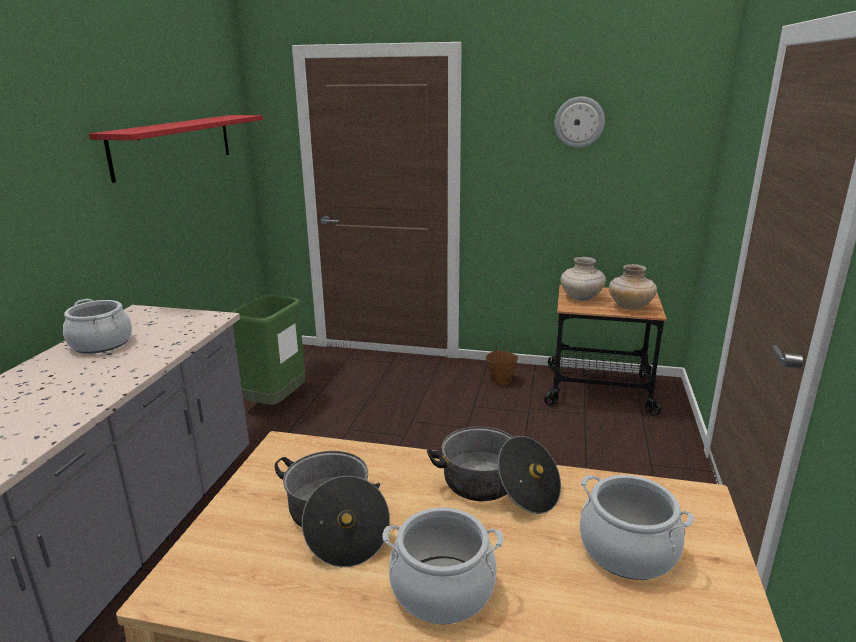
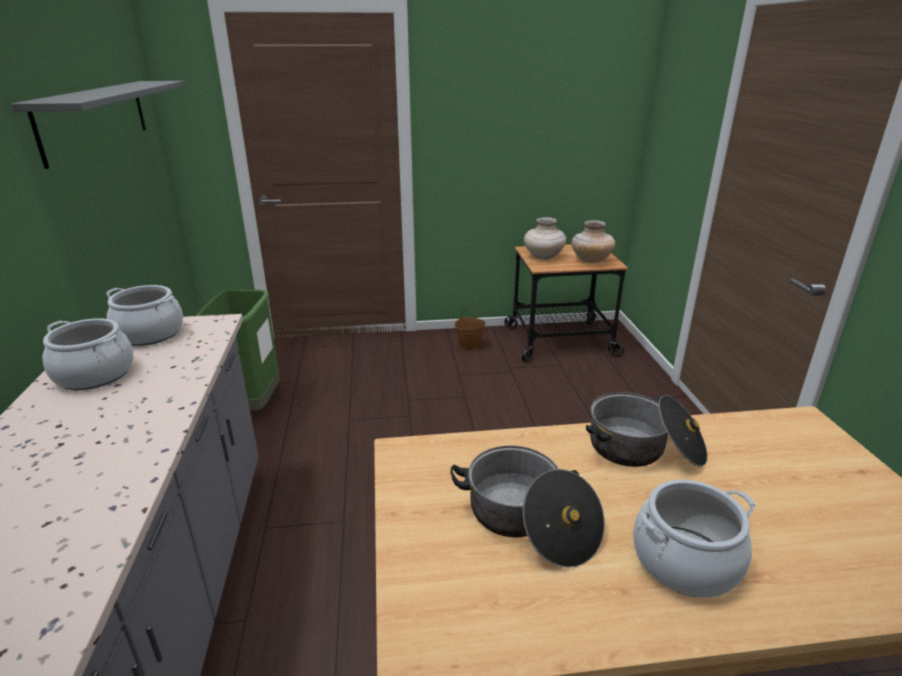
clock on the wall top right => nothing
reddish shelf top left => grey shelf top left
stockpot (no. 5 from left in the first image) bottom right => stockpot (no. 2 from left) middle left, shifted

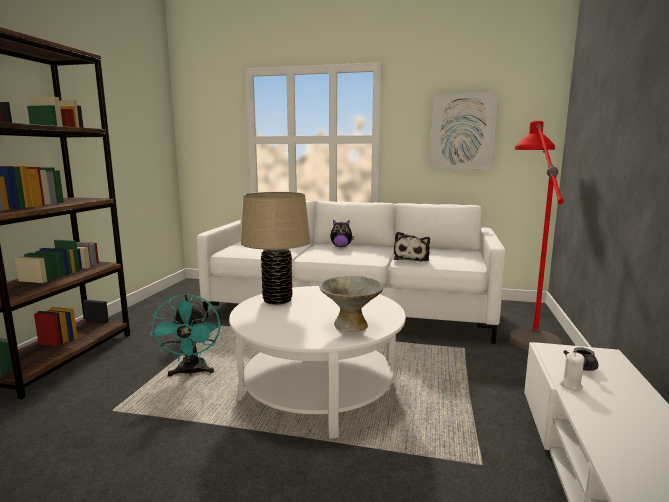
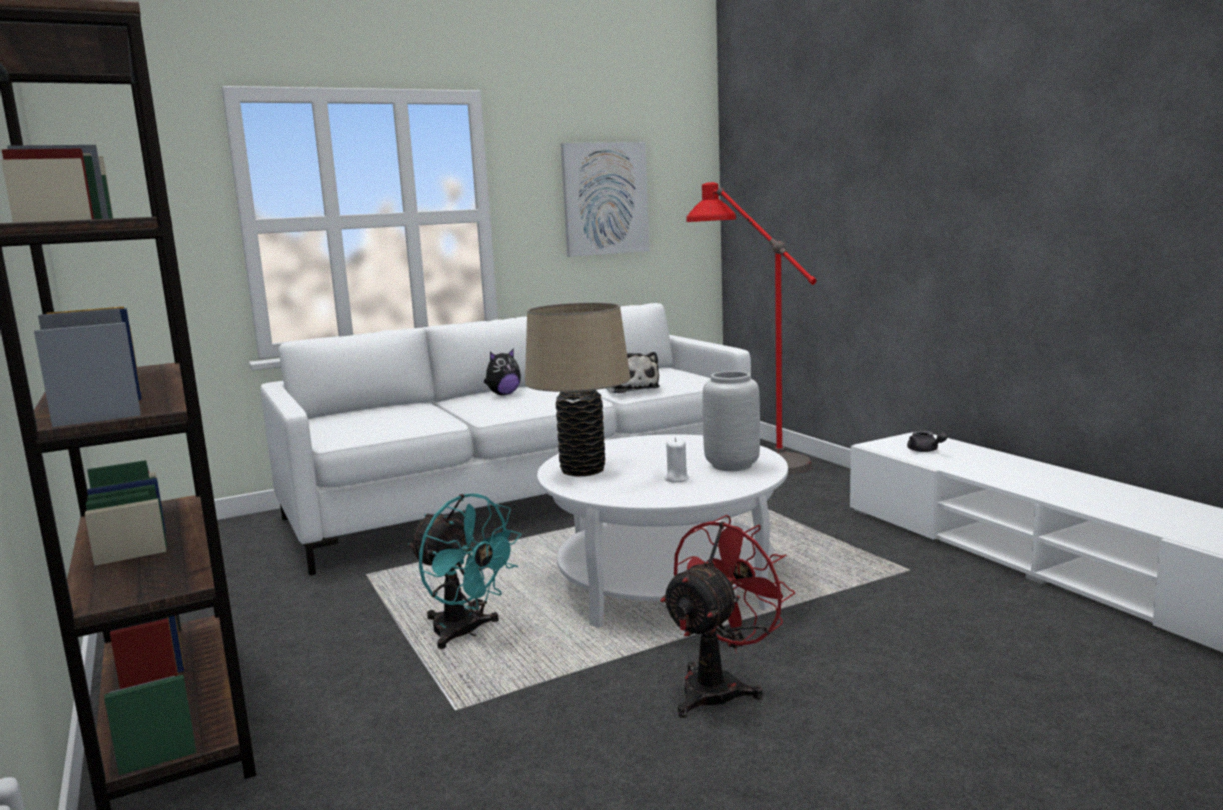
grey bowl centre => grey flower vase centre
white wax light bottom right => white wax light centre, shifted
nothing => reddish cooling fan bottom centre

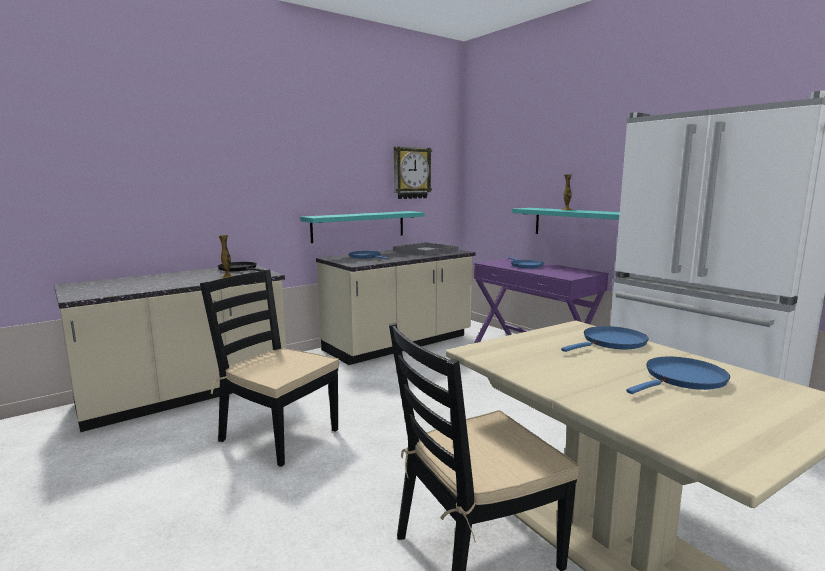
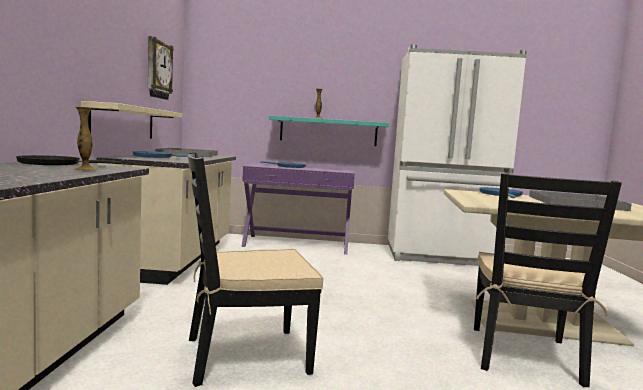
turquoise-coloured shelf (no. 1 from left) centre => sand-coloured shelf top left
bluish pan (no. 4 from left) middle right => grey serving tray (no. 2 from left) middle right

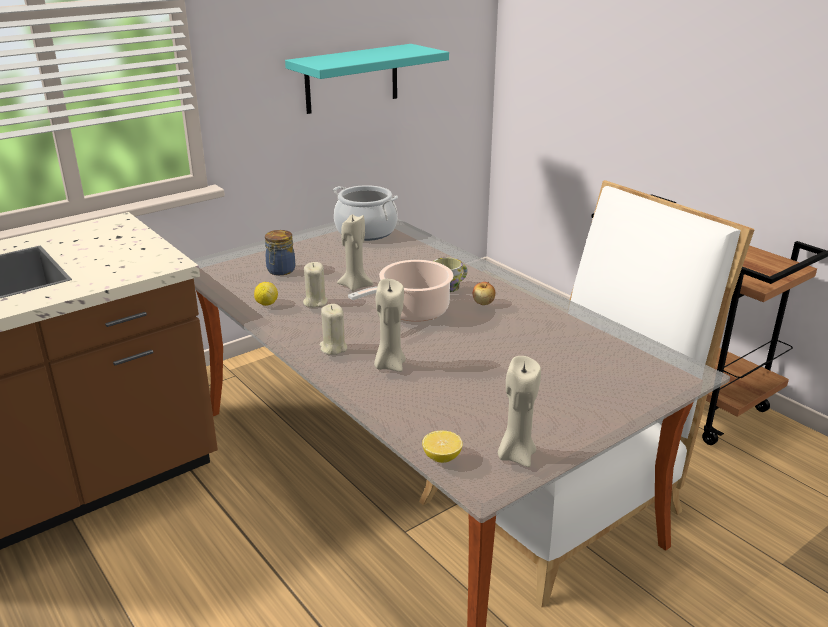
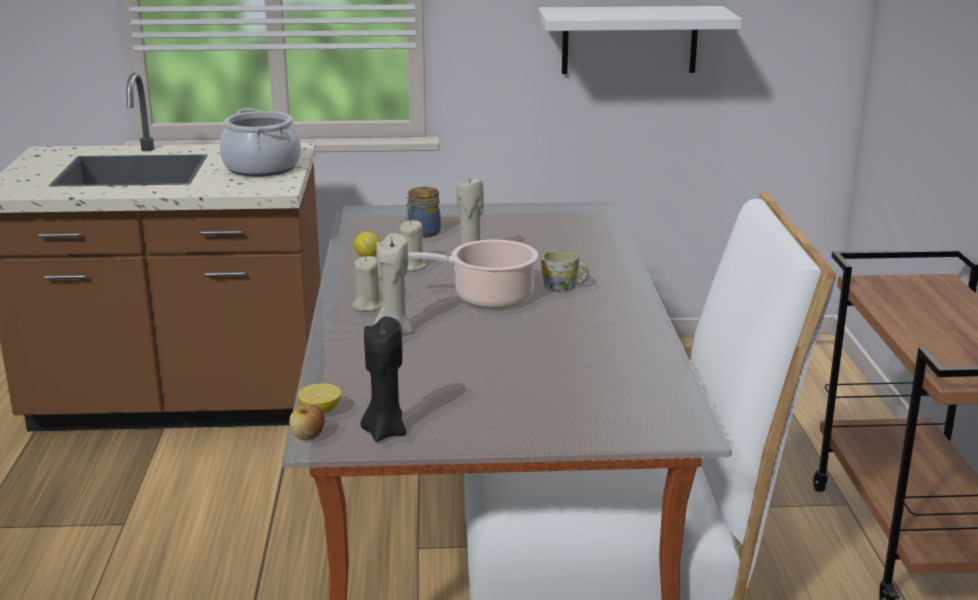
turquoise-coloured shelf top centre => white shelf top centre
stockpot (no. 1 from left) centre => stockpot (no. 1 from left) top left, shifted
whole apple centre => whole apple bottom left, shifted
sand-coloured wax light (no. 5 from left) centre => black wax light centre

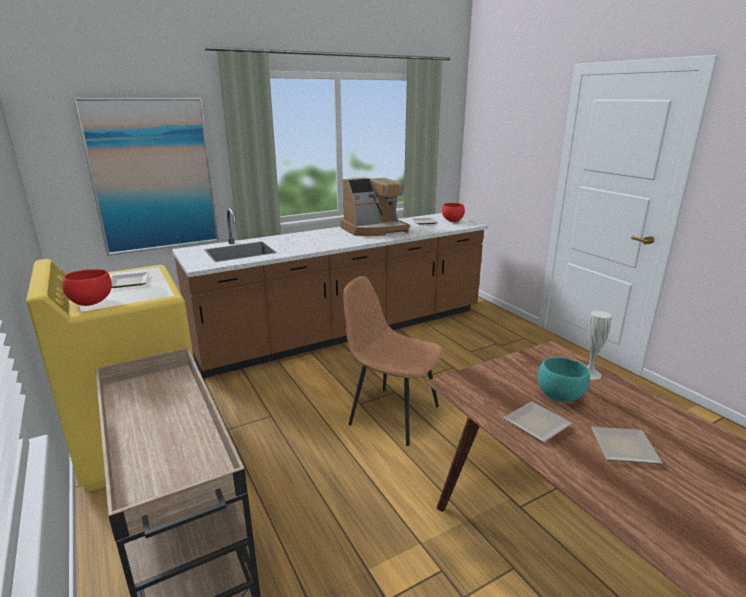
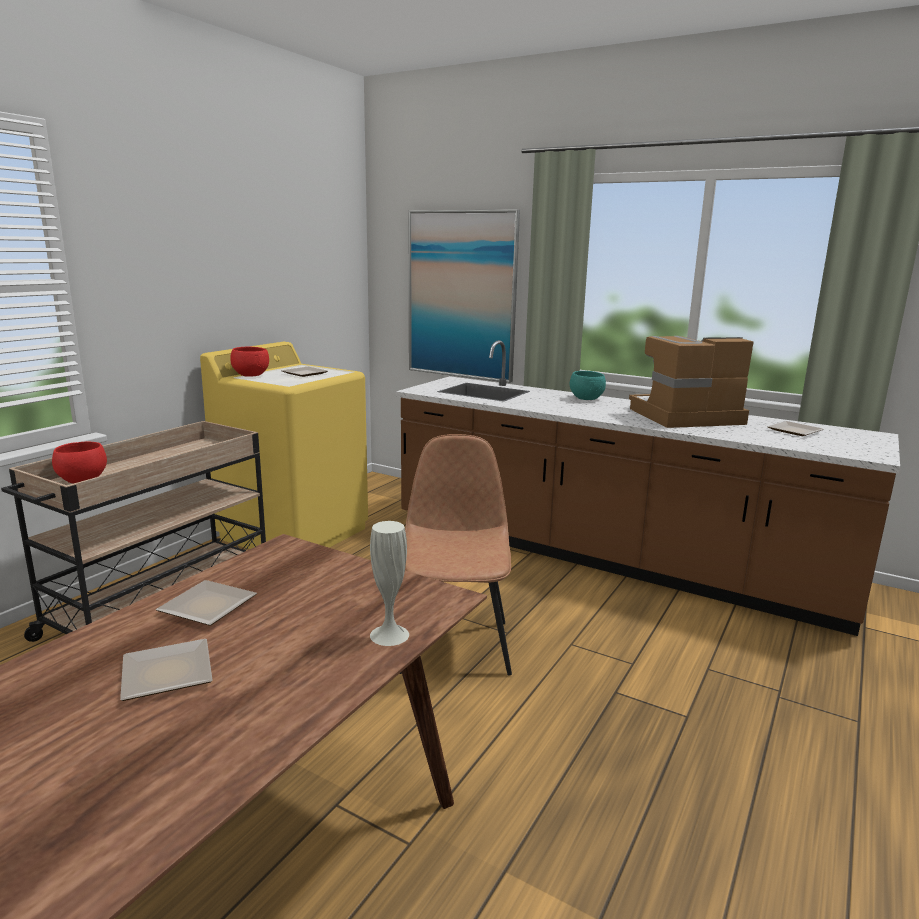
coffee brewer centre => coffee brewer middle right, 135 degrees clockwise
reddish bowl (no. 2 from left in the first image) centre => reddish bowl (no. 1 from left) middle left, shifted
turquoise-coloured bowl middle right => turquoise-coloured bowl centre, shifted

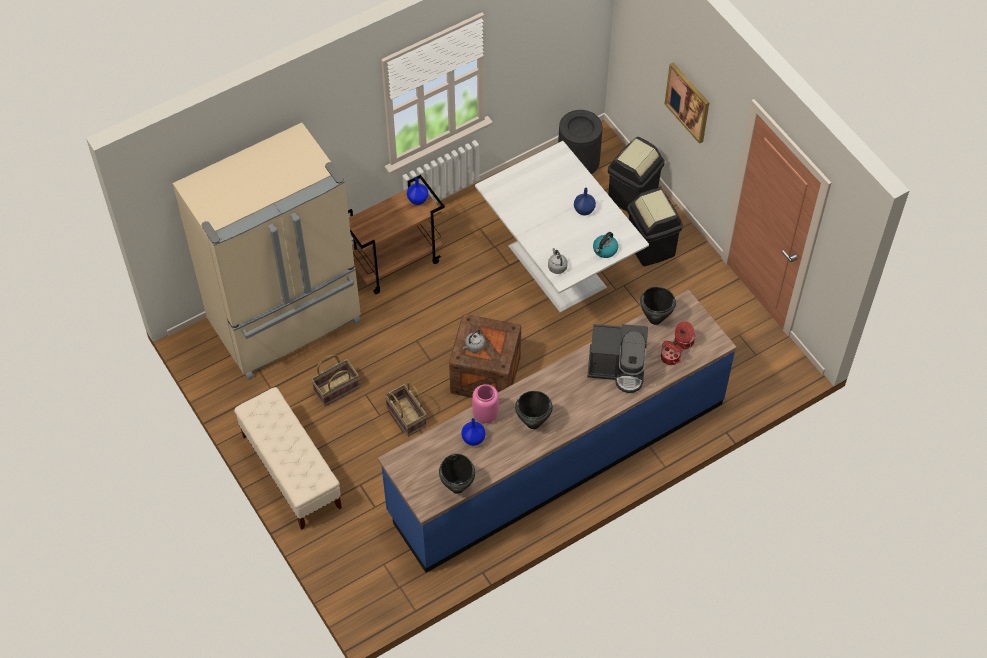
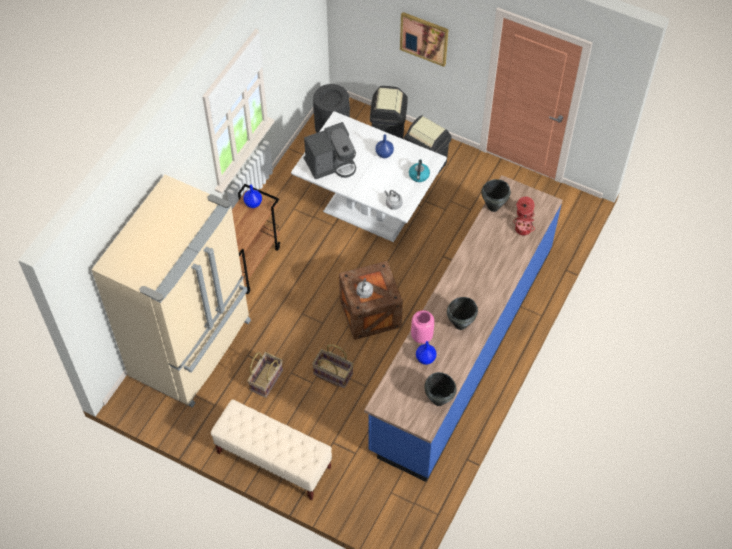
coffee brewer centre => coffee brewer top centre, shifted

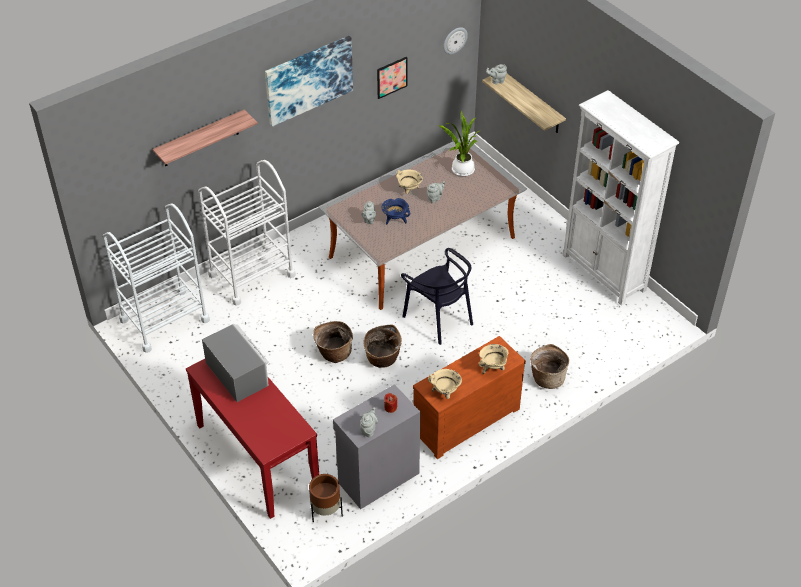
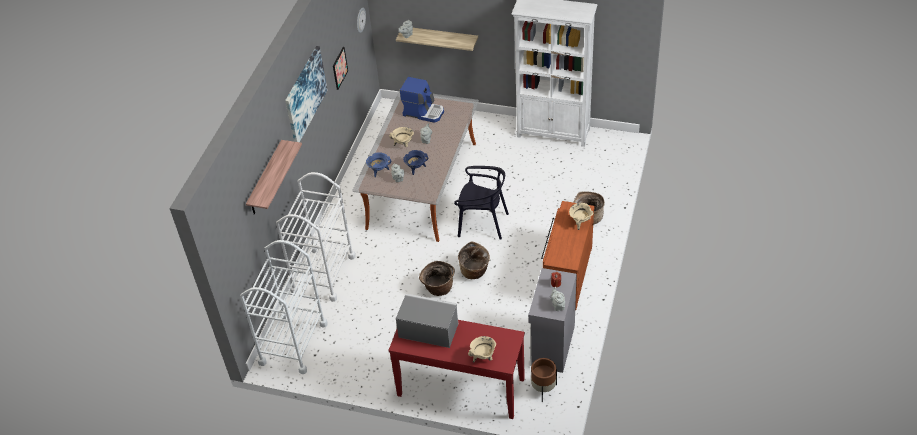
plant in a pot top centre => coffee brewer top centre
sand-coloured stockpot (no. 2 from left) centre => sand-coloured stockpot (no. 2 from left) bottom centre, shifted
nothing => bluish stockpot (no. 1 from left) centre

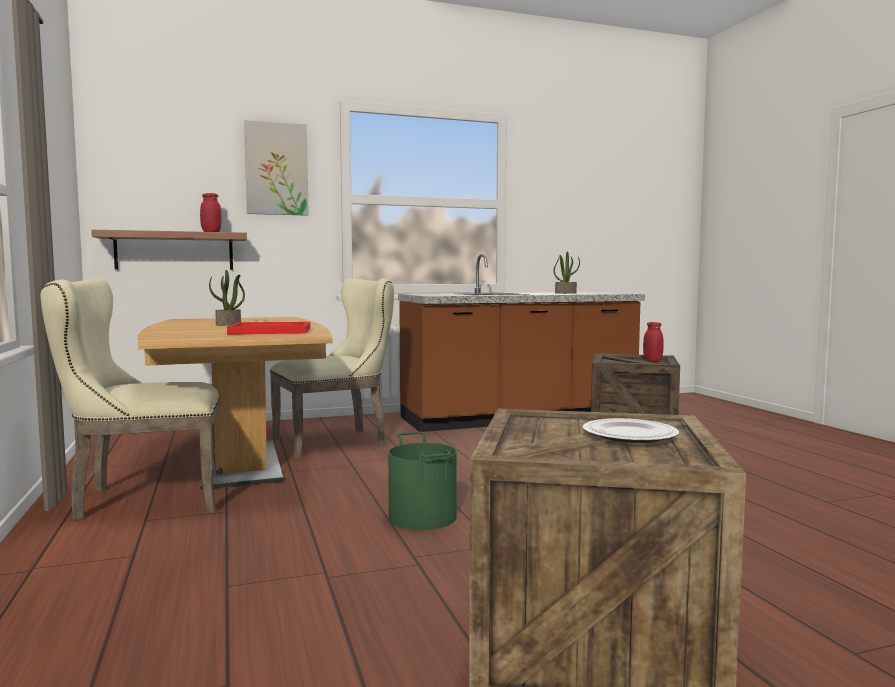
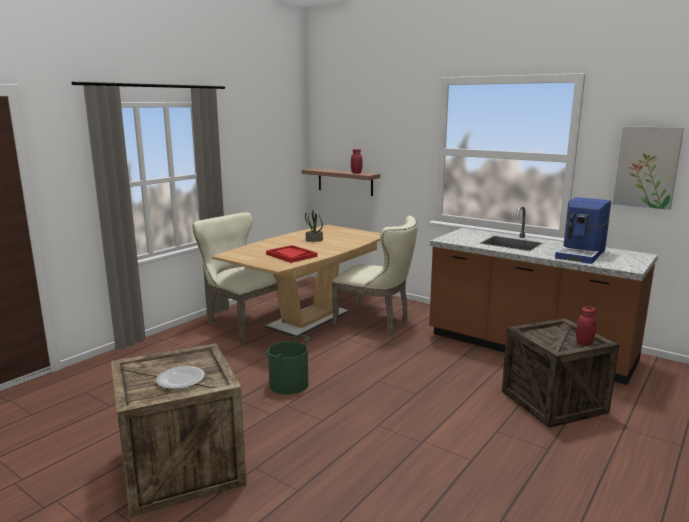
wall art top left => wall art top right, shifted
plant in a pot (no. 2 from left) centre => coffee brewer middle right

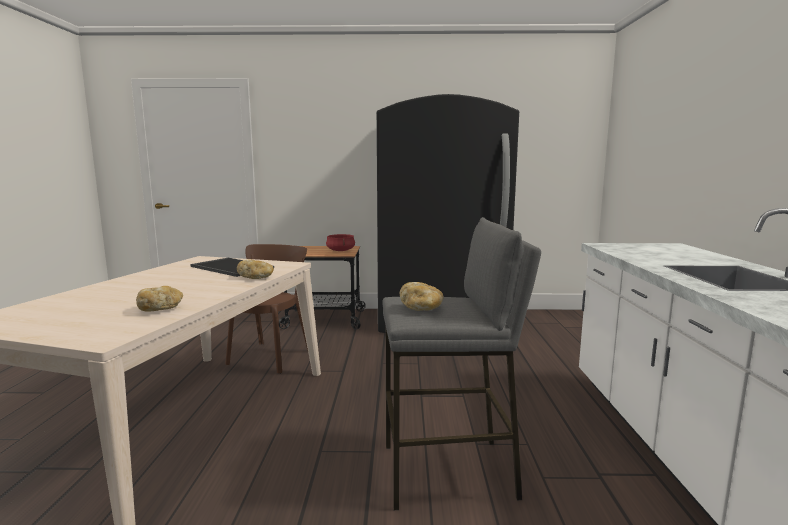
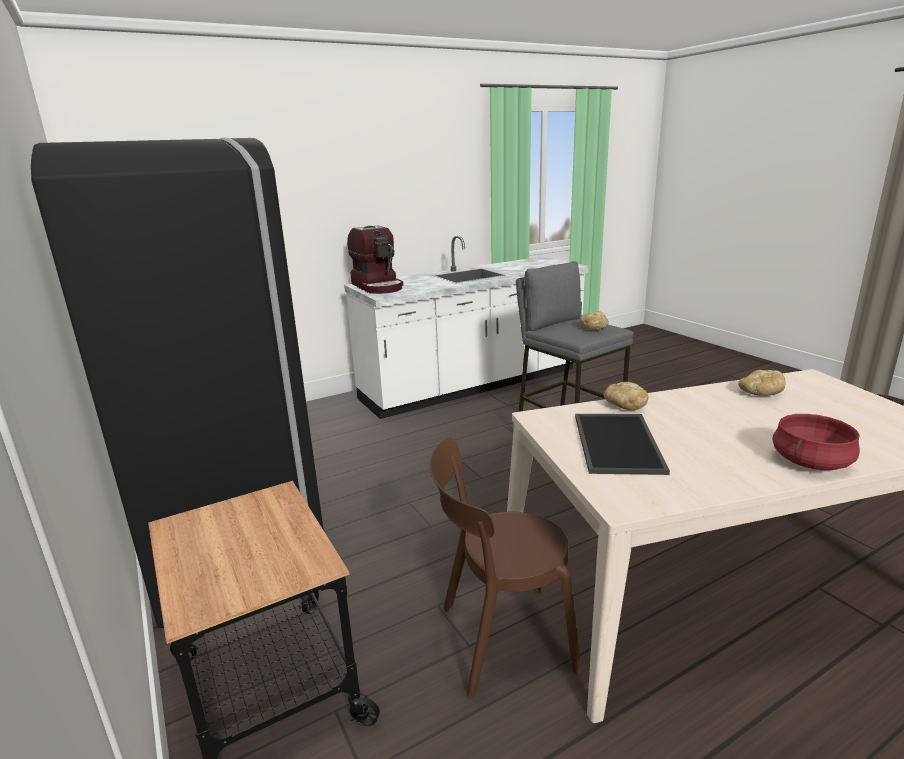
reddish stockpot centre => reddish stockpot middle right, shifted
nothing => coffee brewer centre

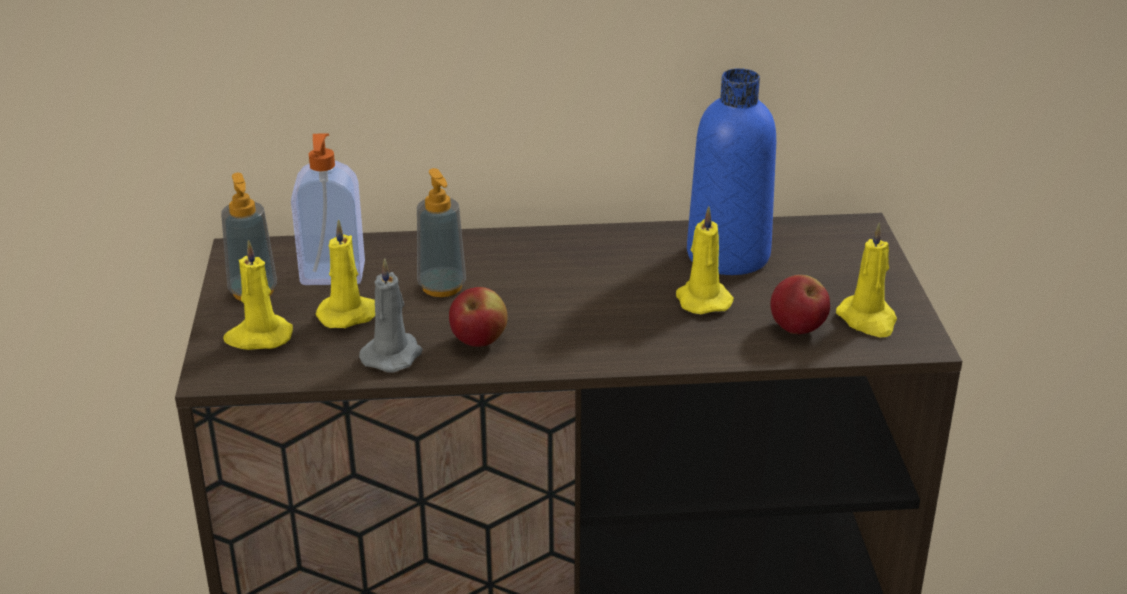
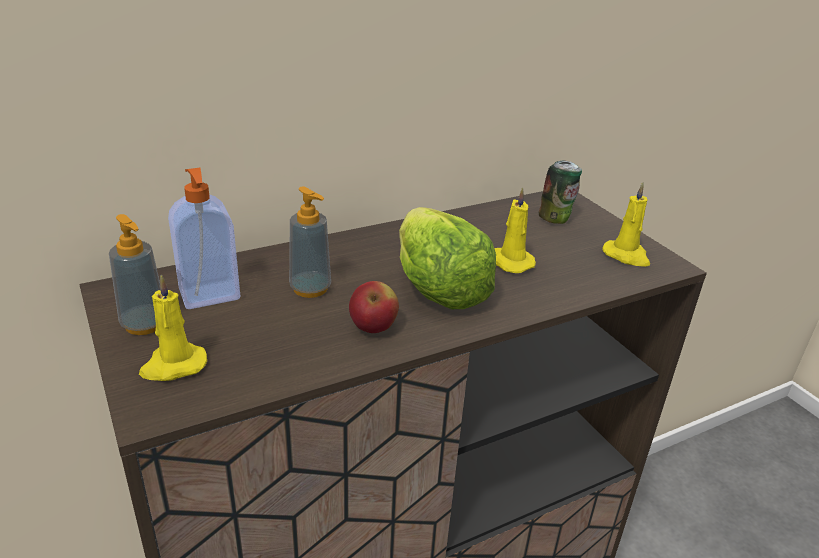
bluish drink bottle top centre => nothing
yellow wax light (no. 2 from left) middle left => nothing
grey wax light centre => nothing
whole apple (no. 2 from left) middle right => nothing
nothing => sealed can middle right
nothing => lettuce centre

